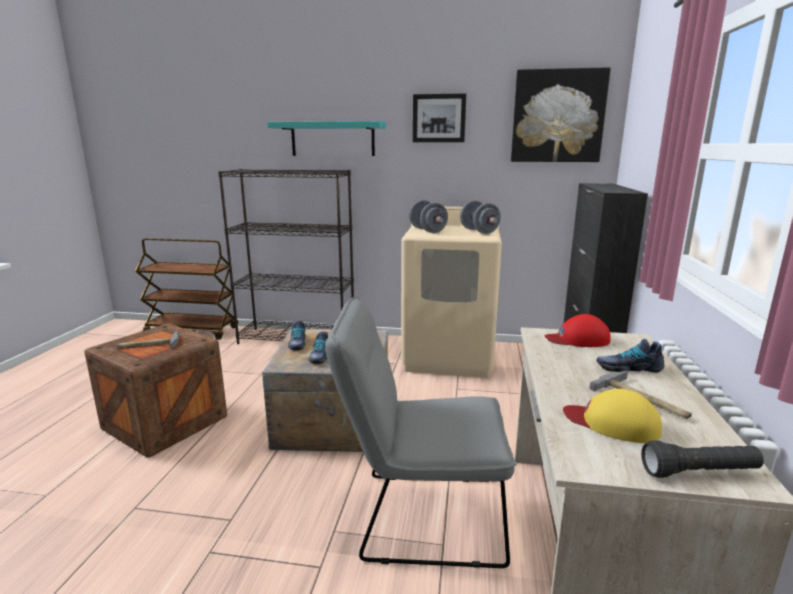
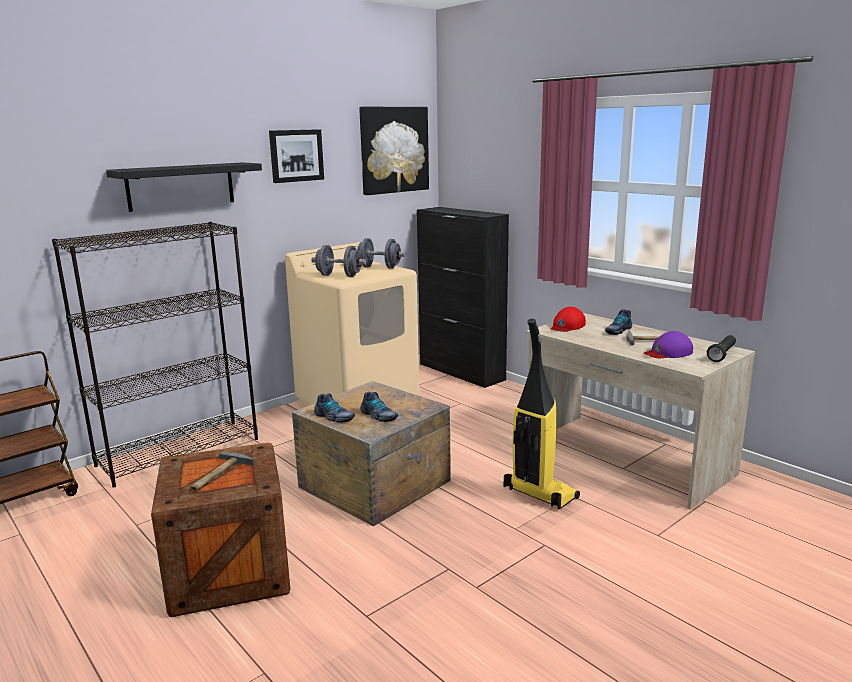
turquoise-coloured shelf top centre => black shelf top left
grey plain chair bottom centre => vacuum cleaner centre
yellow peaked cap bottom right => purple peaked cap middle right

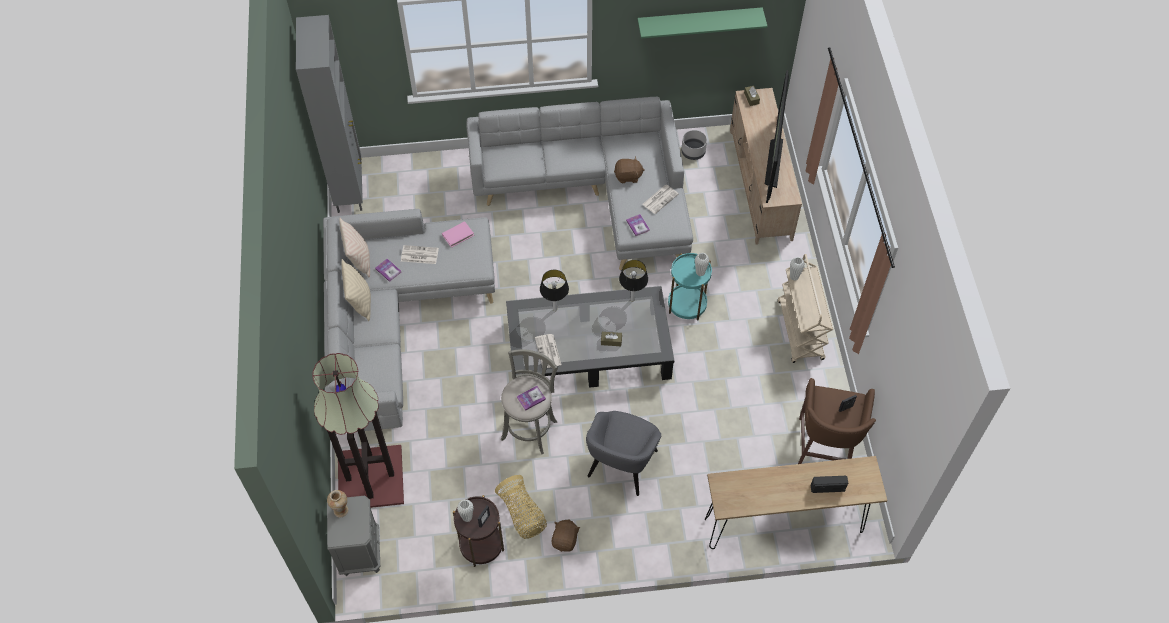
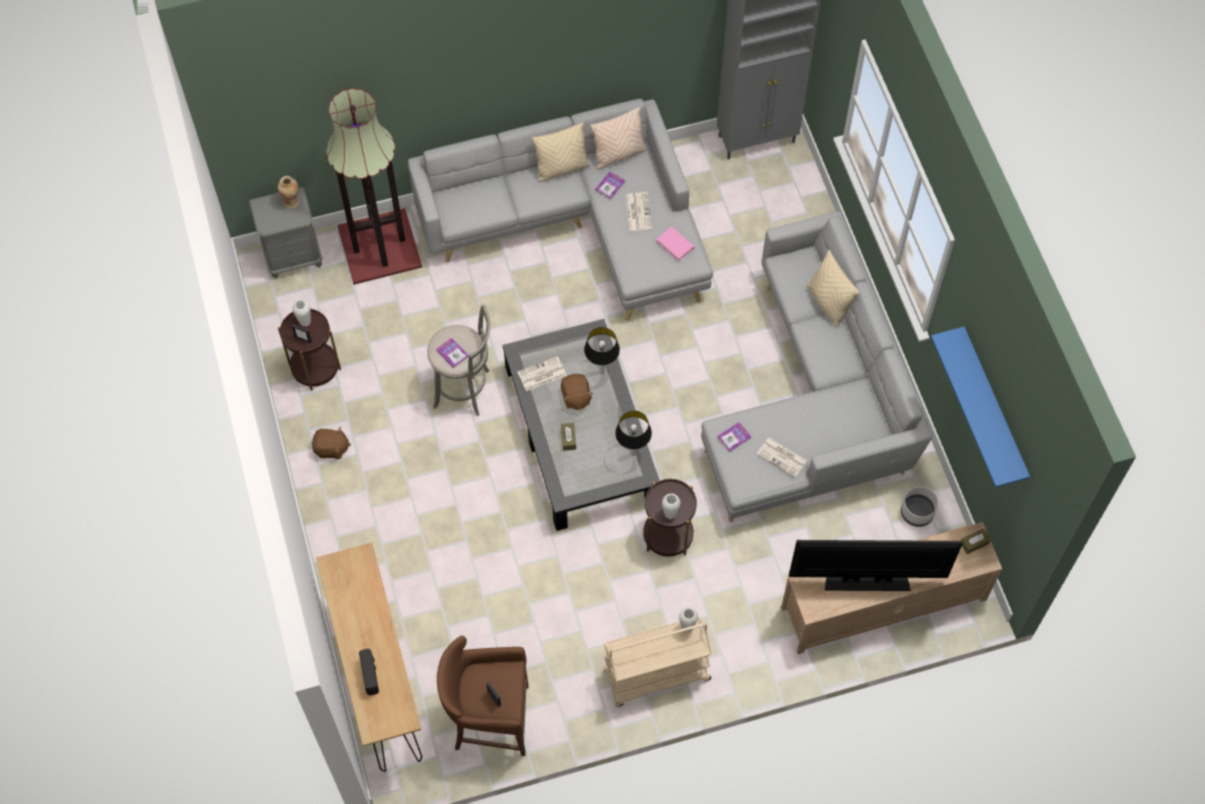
green-coloured shelf top centre => bluish shelf middle right
brownish plush toy (no. 2 from left) top centre => brownish plush toy (no. 2 from left) centre, shifted
turquoise-coloured side table centre => brownish side table (no. 2 from left) centre
grey easy chair bottom centre => nothing
household basket bottom centre => nothing
nothing => sand-coloured throw pillow (no. 3 from left) middle right

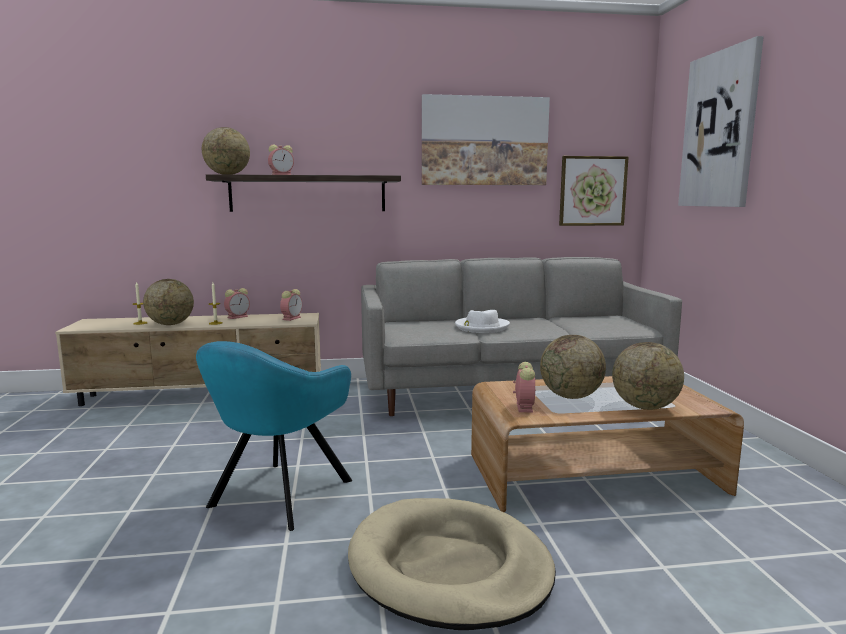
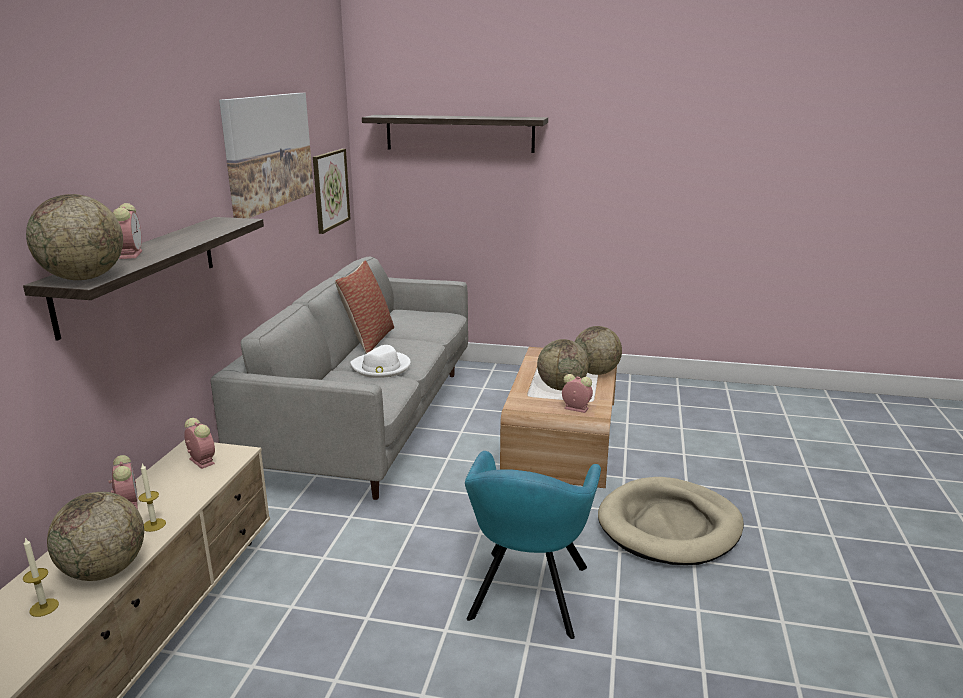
wall art (no. 3 from left) top right => shelf (no. 2 from left) top centre
turquoise-coloured easy chair bottom left => turquoise-coloured easy chair bottom centre, 60 degrees clockwise
nothing => throw pillow centre

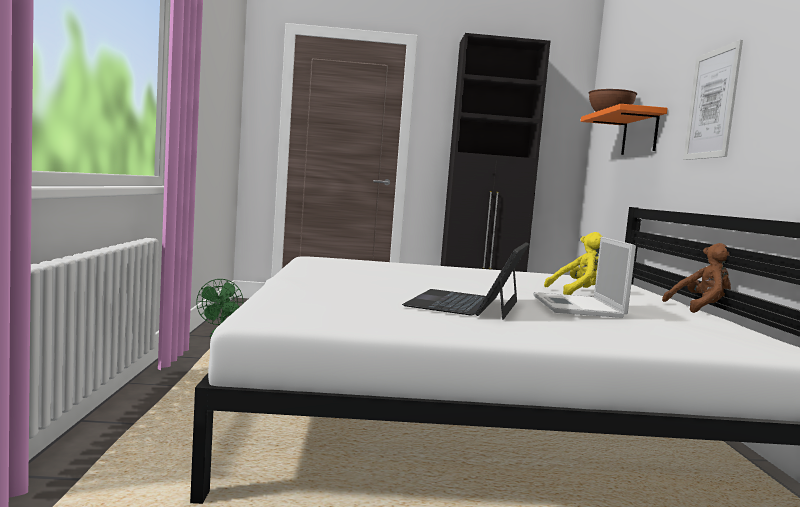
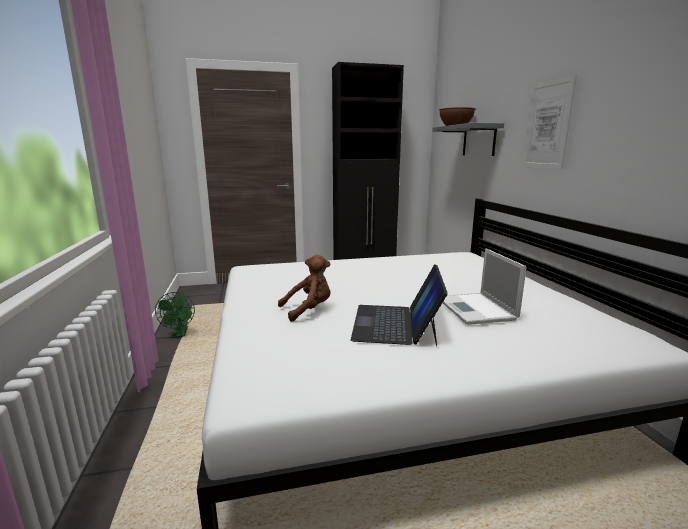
orangey shelf top right => grey shelf top right
yellow plush toy middle right => nothing
brownish plush toy middle right => brownish plush toy centre, shifted

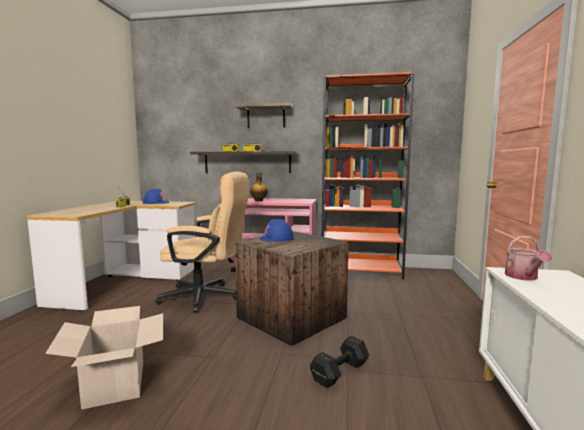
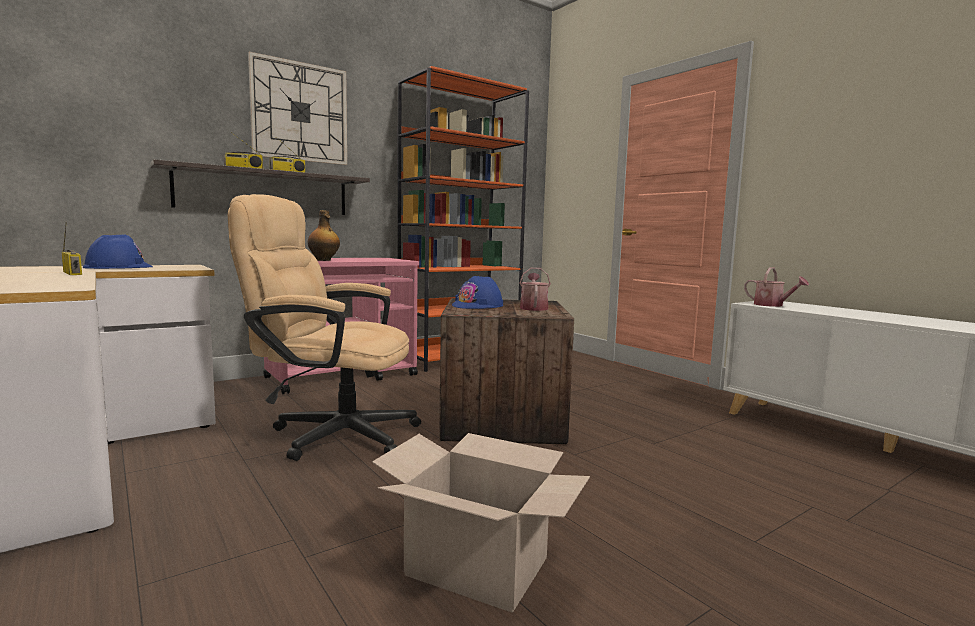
shelf (no. 2 from left) top centre => clock on the wall top left
sand-coloured desk chair centre => sand-coloured desk chair middle left, 135 degrees counterclockwise
black free weight bottom centre => nothing
nothing => sprinkling can (no. 1 from left) centre

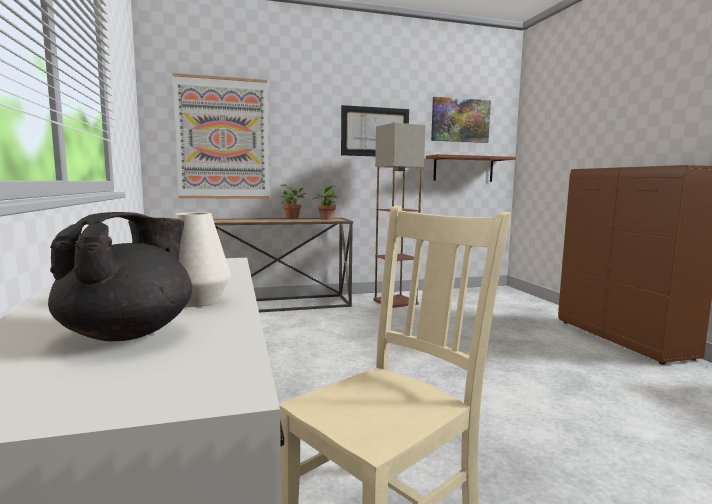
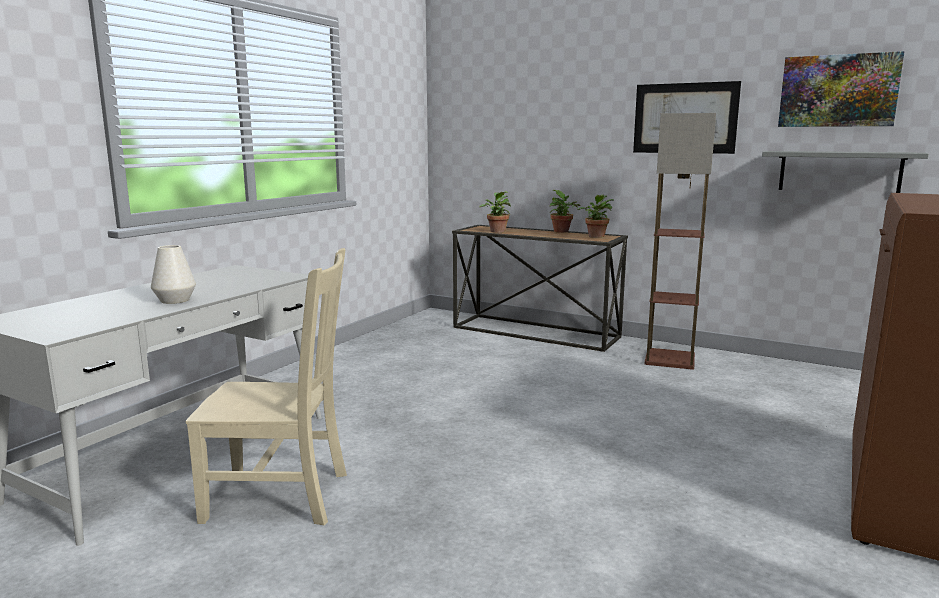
wall art (no. 1 from left) top left => nothing
brownish shelf centre => grey shelf top right
black tea pot middle left => nothing
nothing => plant in a pot (no. 1 from left) centre

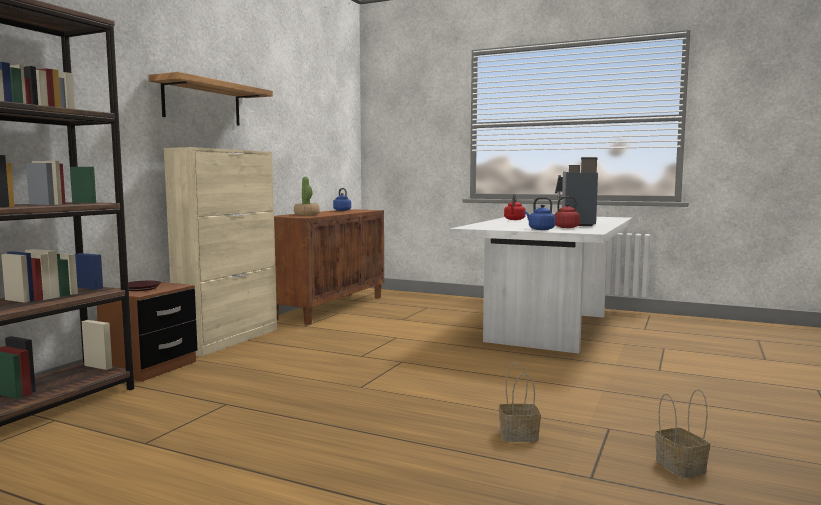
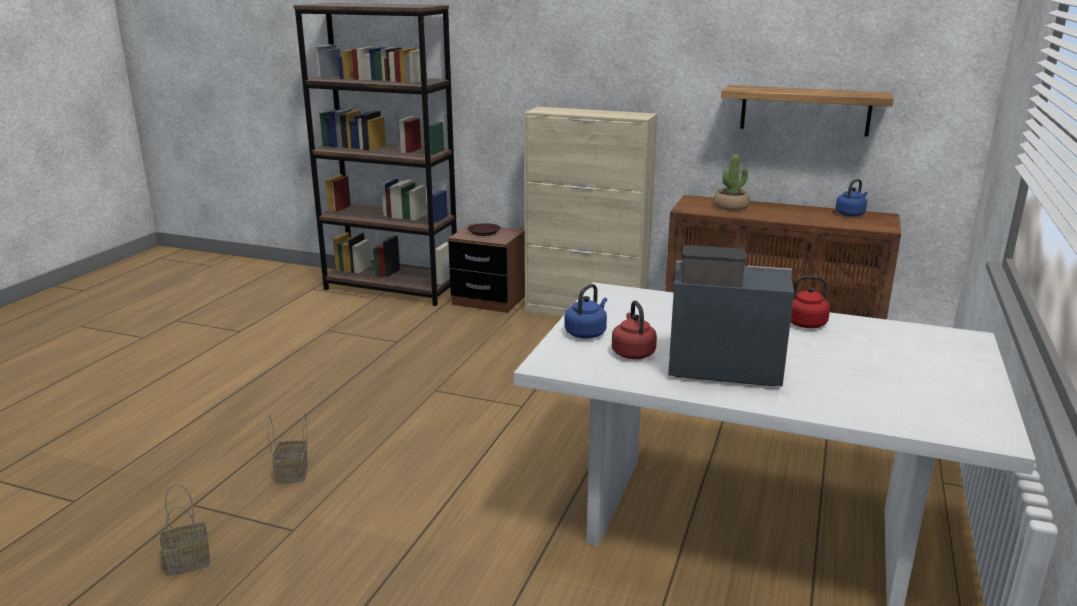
shelf top left => shelf top right, shifted

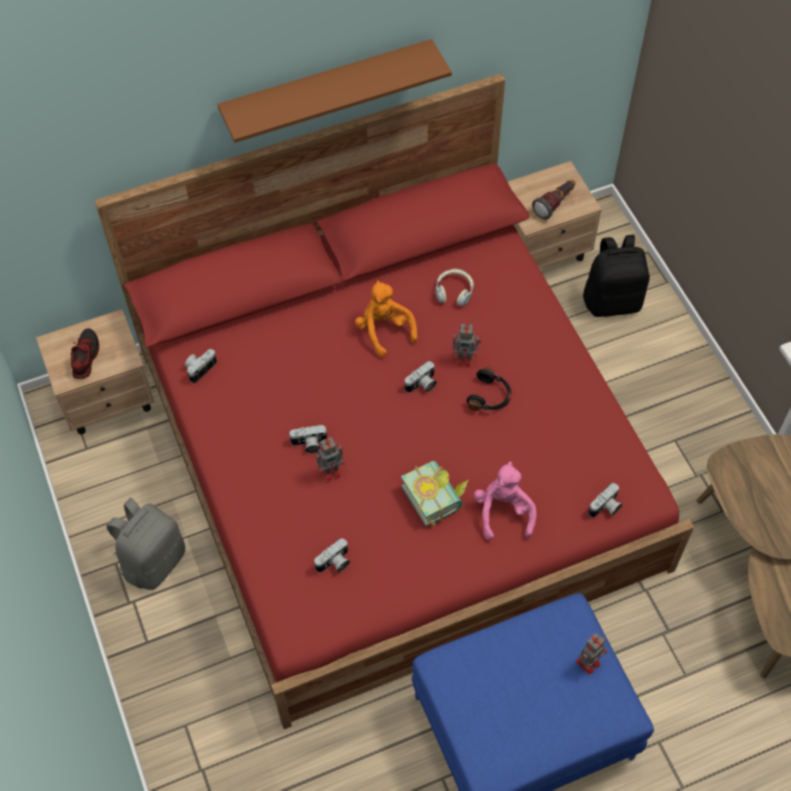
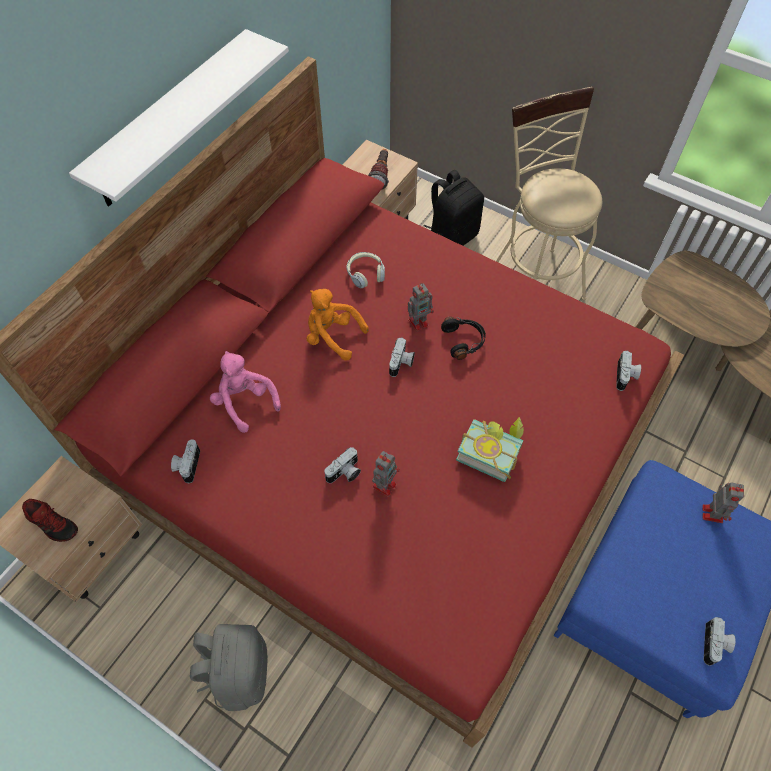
brownish shelf top centre => white shelf top left
shoe middle left => shoe bottom left, 150 degrees clockwise
pink plush toy centre => pink plush toy middle left, shifted
photo camera (no. 3 from left in the first image) bottom centre => photo camera (no. 5 from left) bottom right, shifted
nothing => sand-coloured sitting stool top right

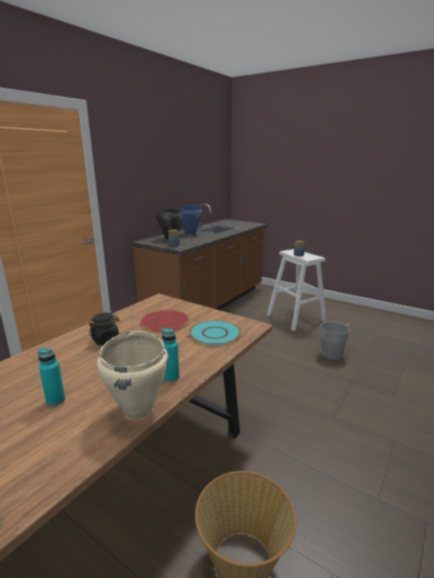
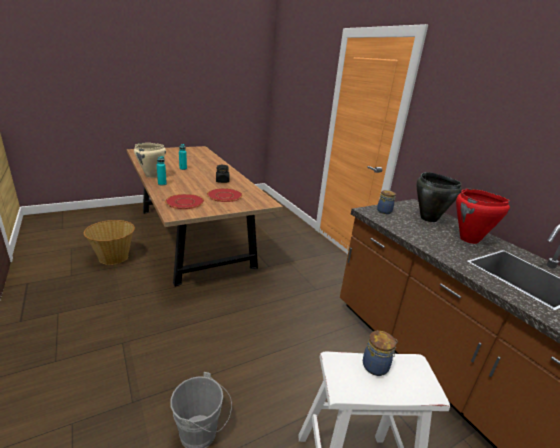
bluish stockpot centre => reddish stockpot middle right
turquoise-coloured dinner plate centre => reddish dinner plate (no. 1 from left) middle left

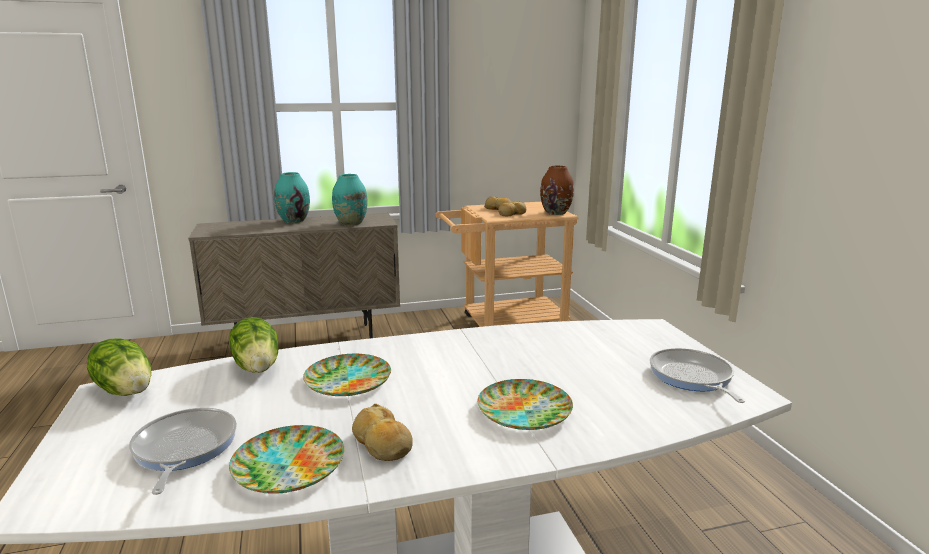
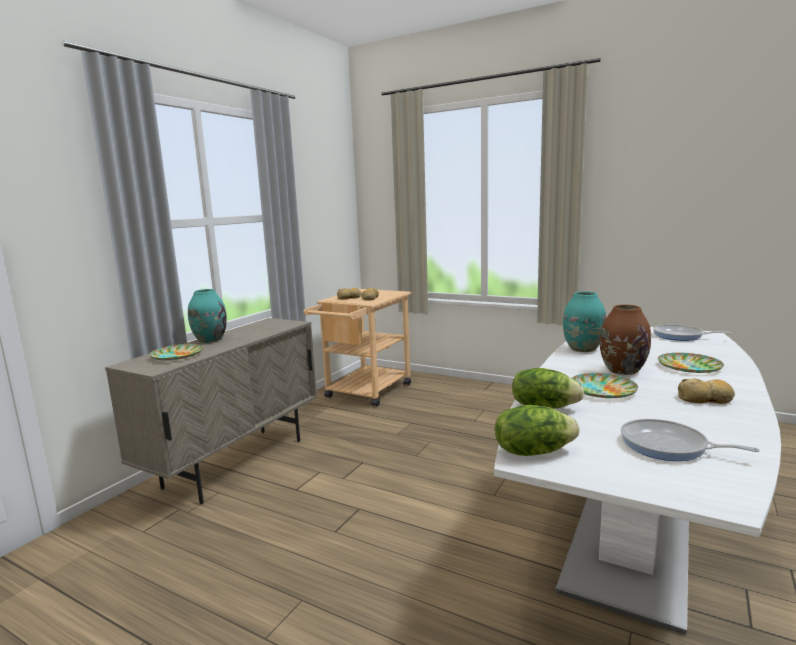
brownish flower vase centre => brownish flower vase middle right, shifted
turquoise-coloured flower vase (no. 2 from left) centre => turquoise-coloured flower vase (no. 2 from left) middle right, shifted
dinner plate (no. 1 from left) bottom left => dinner plate (no. 1 from left) middle left, shifted

